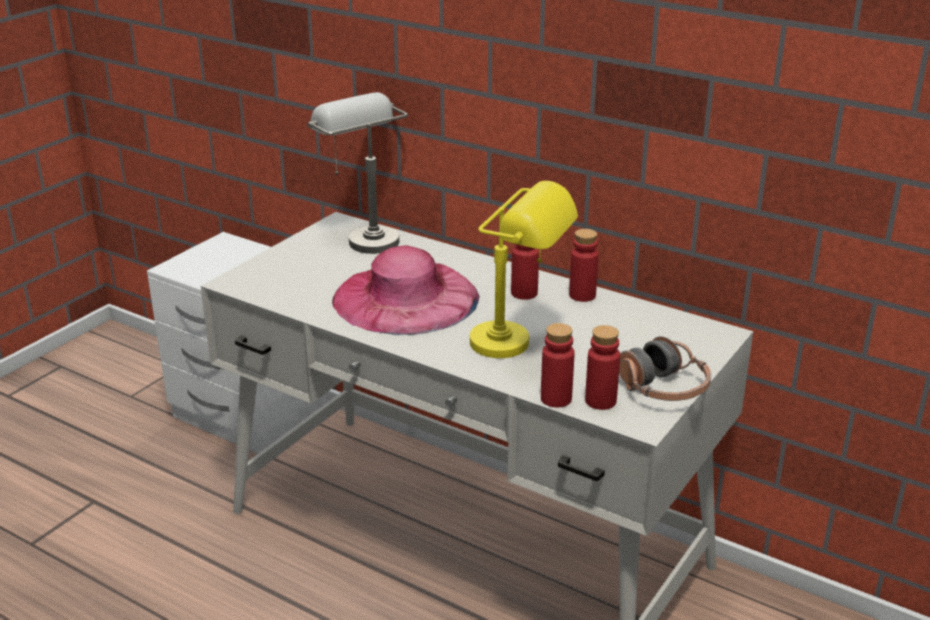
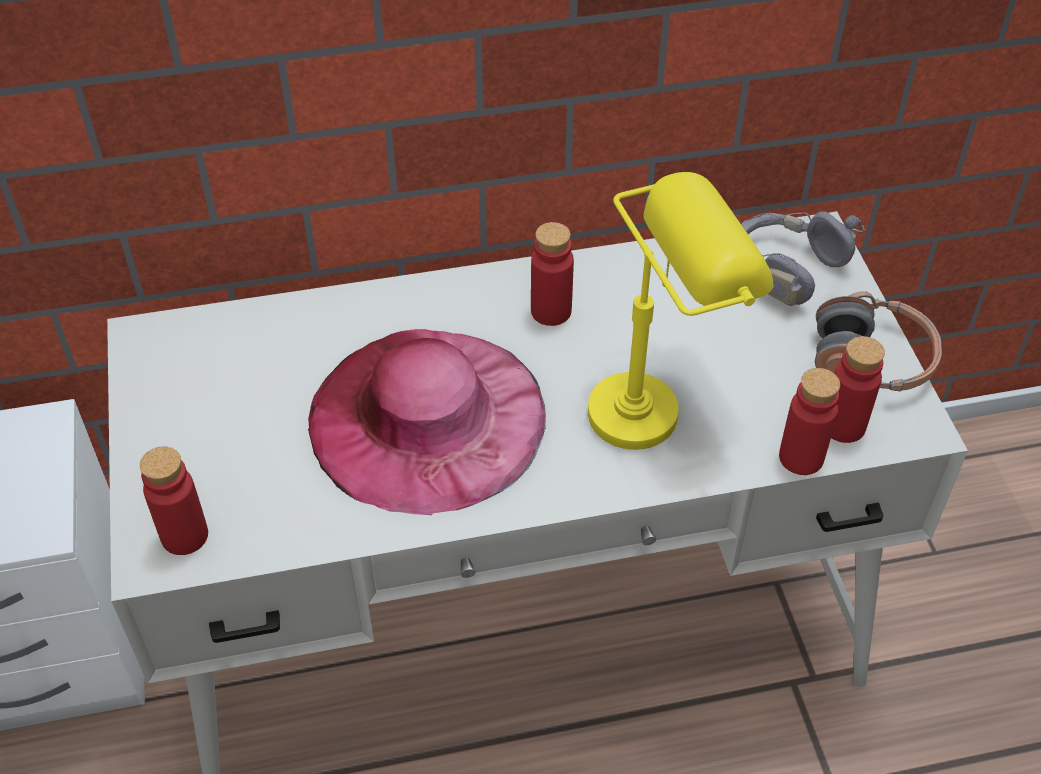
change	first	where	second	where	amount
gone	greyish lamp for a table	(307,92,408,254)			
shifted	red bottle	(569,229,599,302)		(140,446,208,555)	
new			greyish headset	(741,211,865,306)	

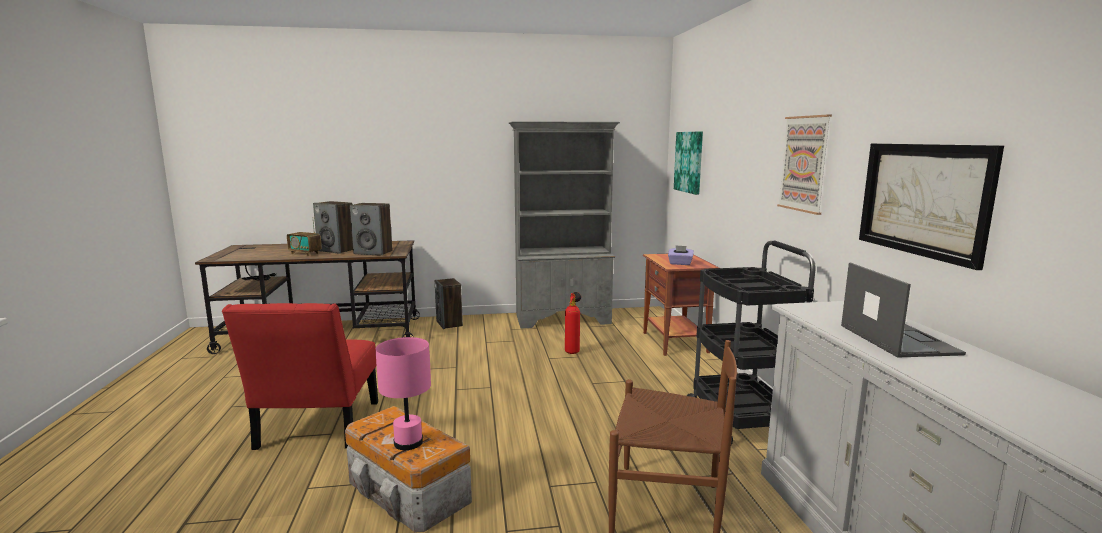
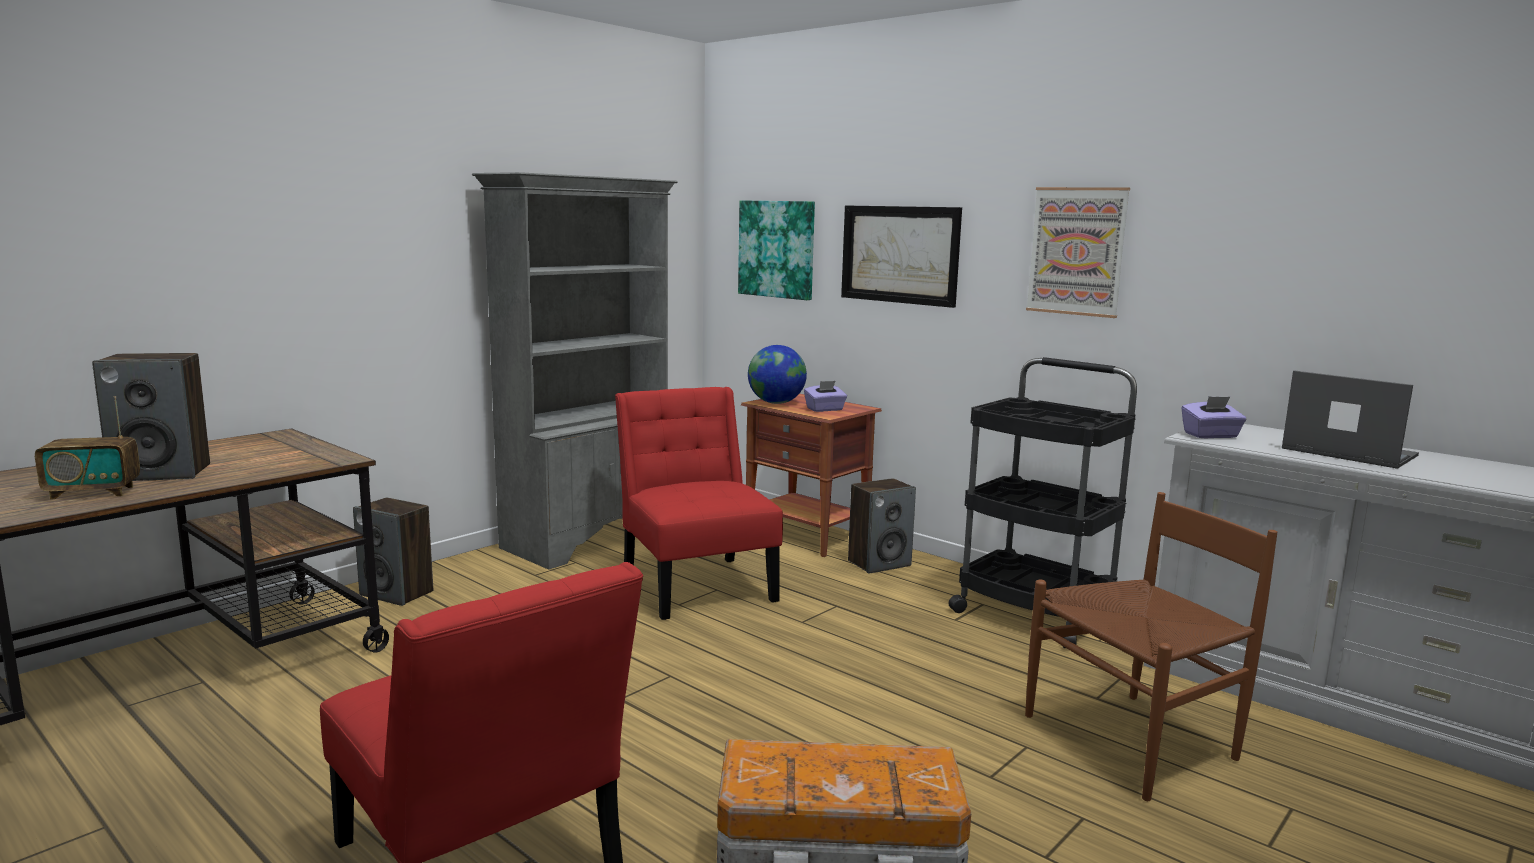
change	first	where	second	where	amount
shifted	audio speaker	(350,203,392,256)		(848,478,916,574)	
gone	pink lamp for a table	(376,337,431,450)			
swapped	fire extinguisher	(565,292,581,354)	red upright chair	(615,387,783,620)	
shifted	wall art	(859,144,1004,270)		(841,205,962,308)	
new			globe	(748,345,807,404)	
new			purple-coloured tissue box	(1182,396,1246,438)	

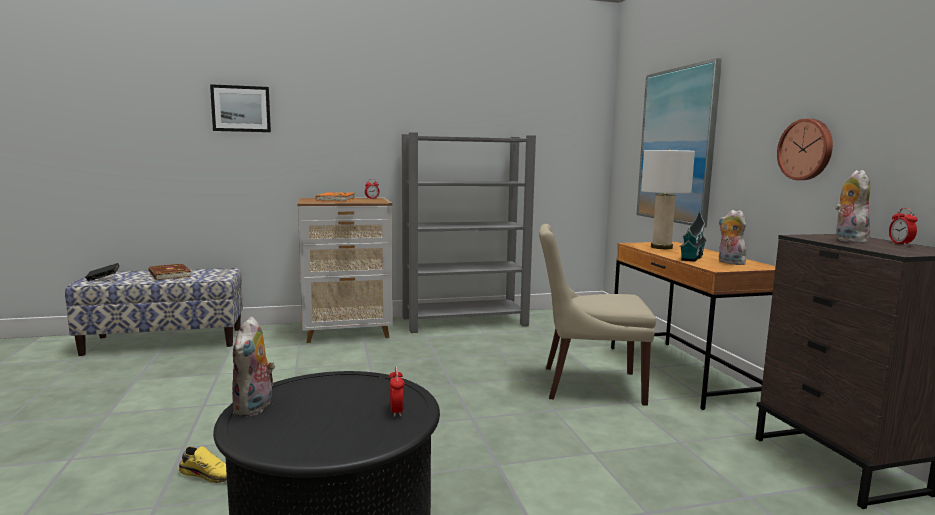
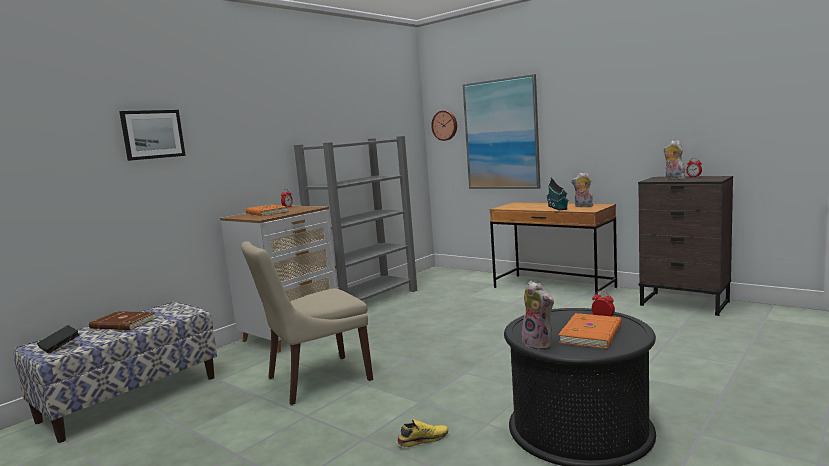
change	first	where	second	where	amount
shifted	beige-coloured upright chair	(539,224,656,406)		(241,241,373,405)	
gone	white lamp for a table	(641,149,695,249)			
shifted	hanging clock	(777,119,833,180)		(431,111,457,141)	
new			orange bound book	(558,313,622,349)	

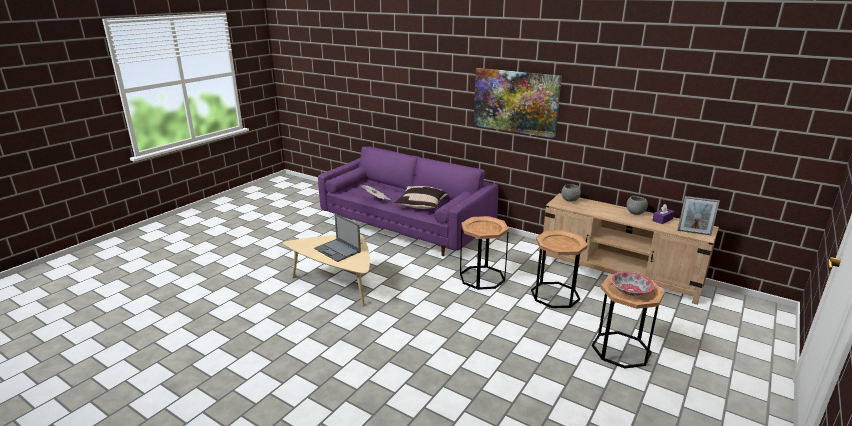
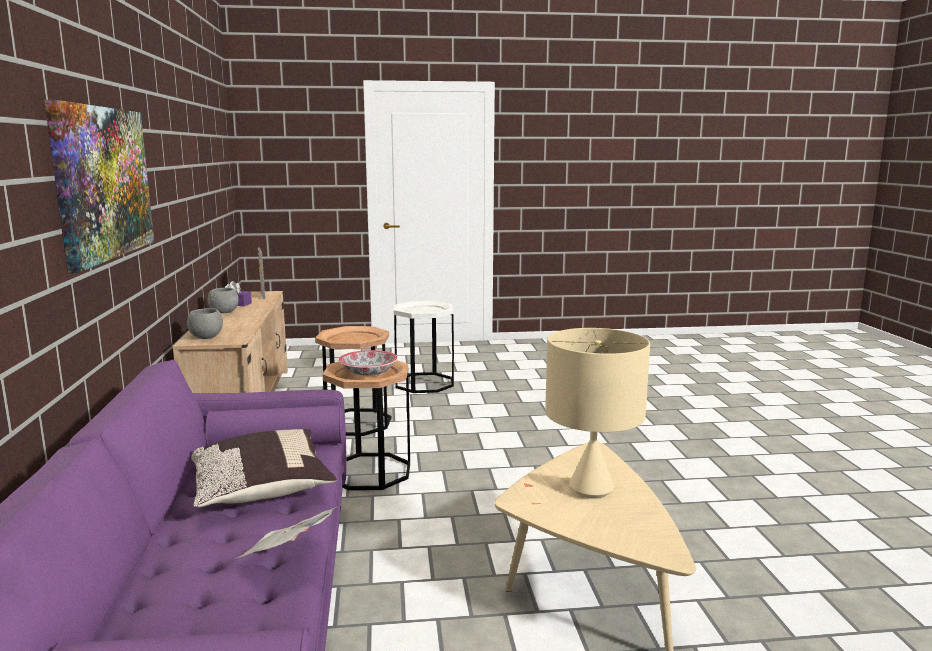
change	first	where	second	where	amount
swapped	notebook computer	(314,214,361,262)	beige-coloured lamp for a table	(545,328,650,499)	
repainted	brownish end table	(592,275,665,369)	white end table	(394,301,454,393)	
shifted	deep dish	(611,272,654,296)		(338,350,398,376)	

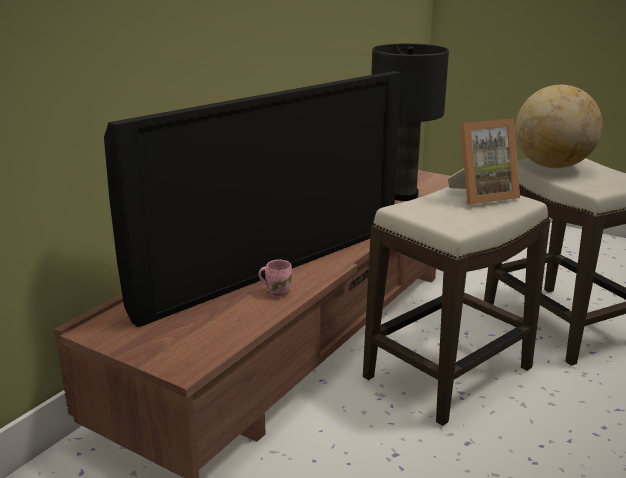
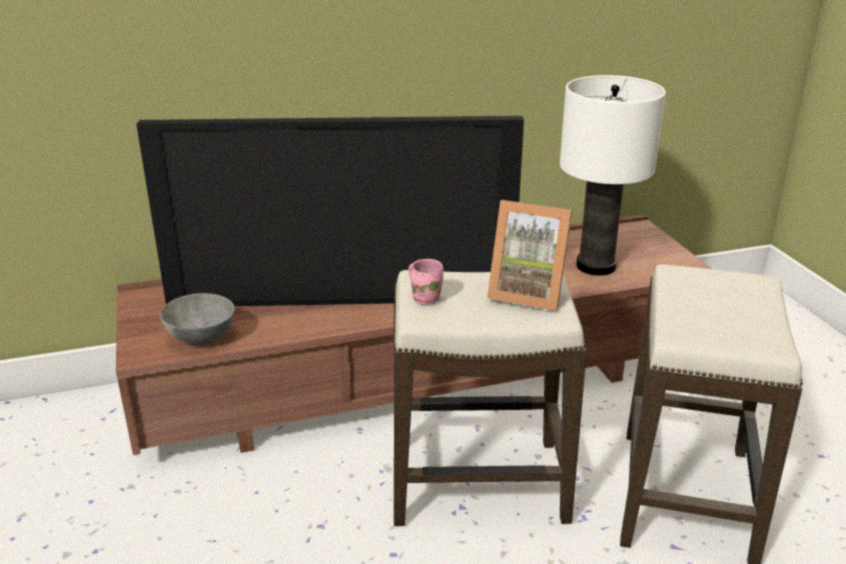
change	first	where	second	where	amount
shifted	pink tea mug	(259,260,292,298)		(408,259,444,305)	
repainted	blackish lamp for a table	(371,43,449,201)	white lamp for a table	(560,75,666,275)	
gone	globe	(515,85,603,168)			
new			greyish deep dish	(160,293,235,345)	

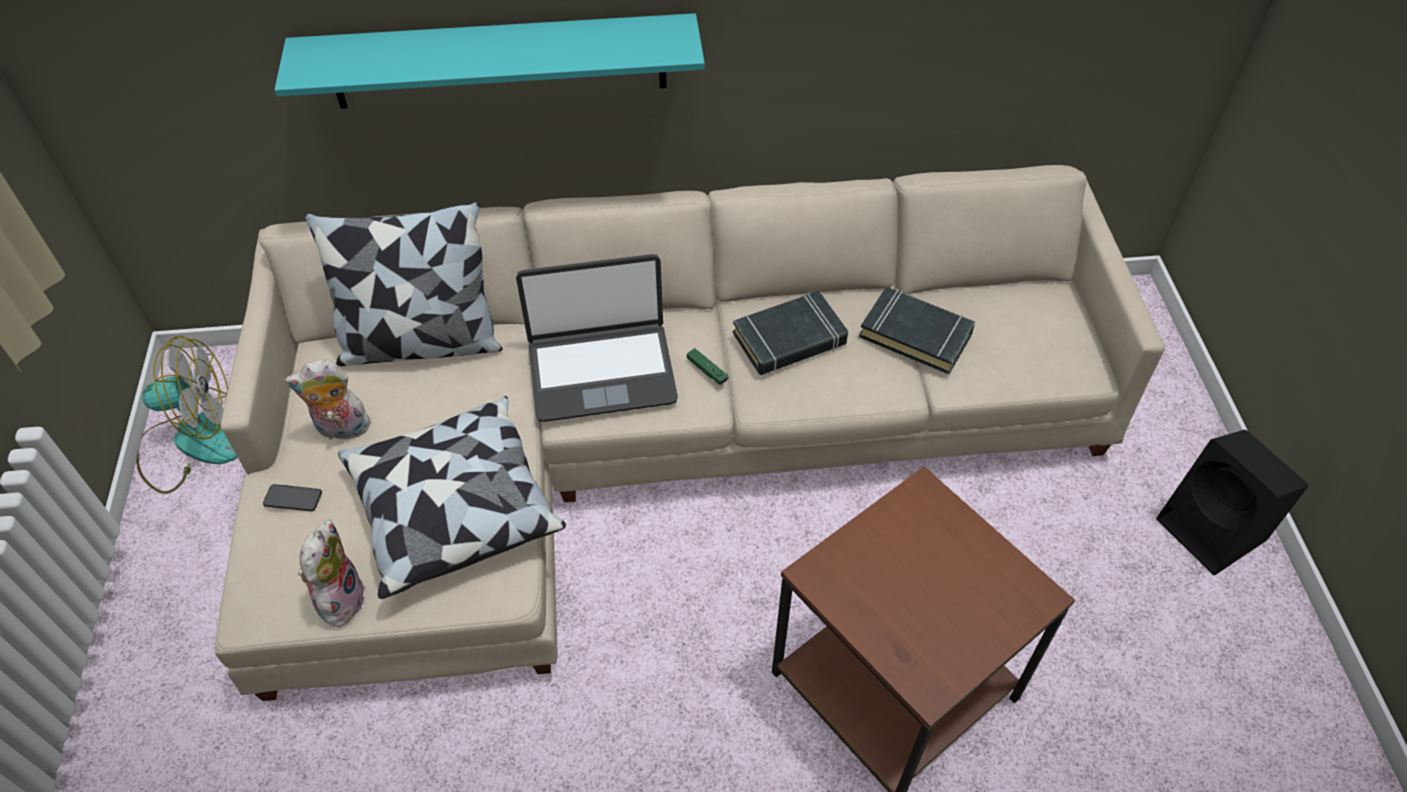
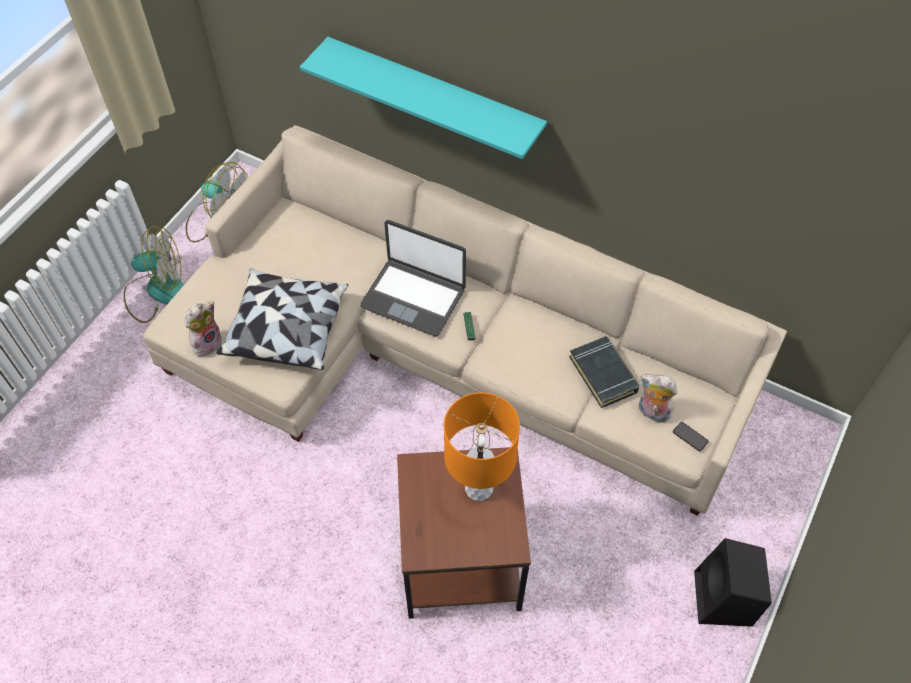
change	first	where	second	where	amount
shifted	handset	(263,484,322,511)		(673,422,708,451)	
shifted	plush toy	(284,360,373,443)		(639,374,678,423)	
gone	cushion	(304,202,503,366)			
gone	blackish bound book	(733,291,848,375)			
new			cooling fan	(124,226,184,323)	
new			orange lamp for a table	(444,392,520,501)	

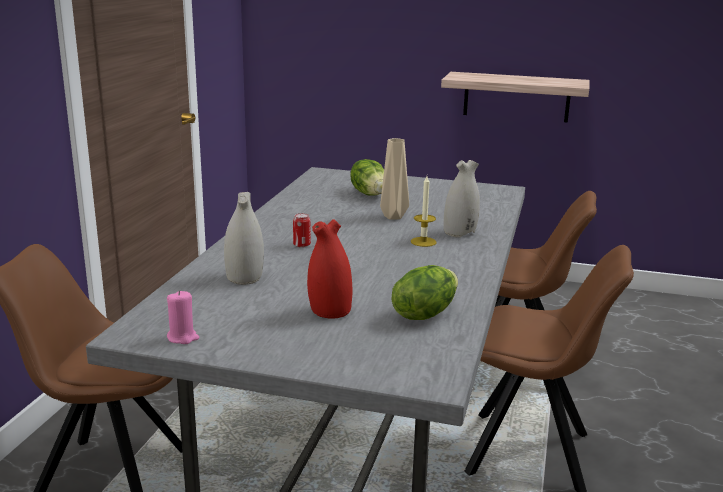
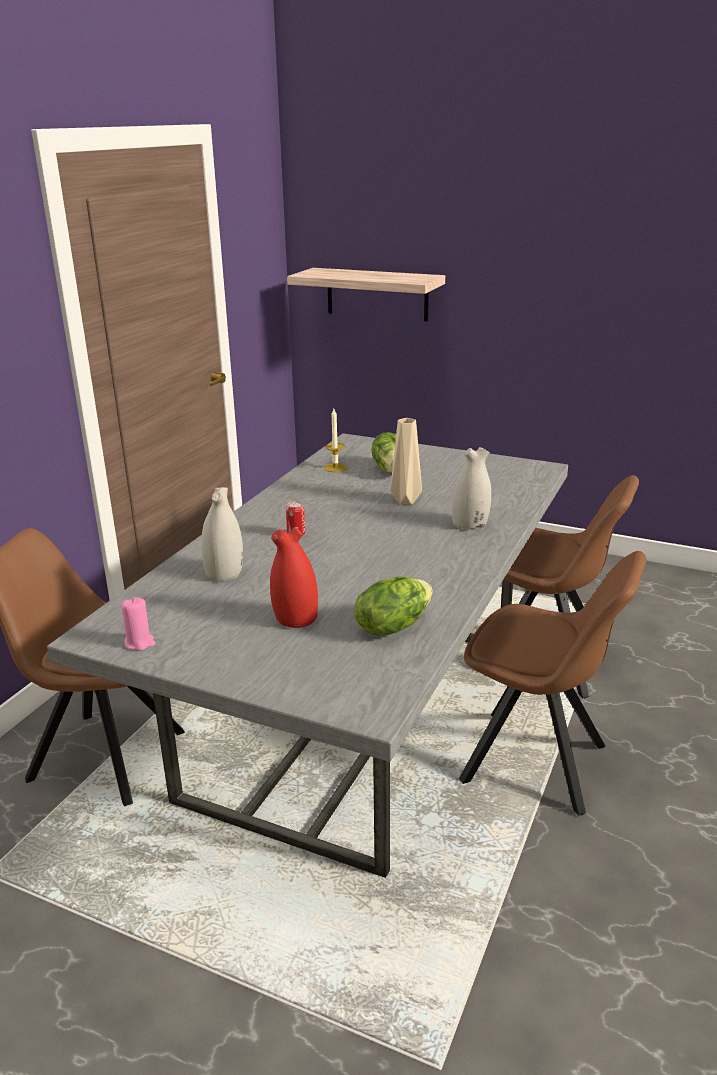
change	first	where	second	where	amount
shifted	wax light	(411,176,436,247)		(324,409,347,472)	
shifted	bracket shelf	(441,72,590,123)		(287,268,445,321)	

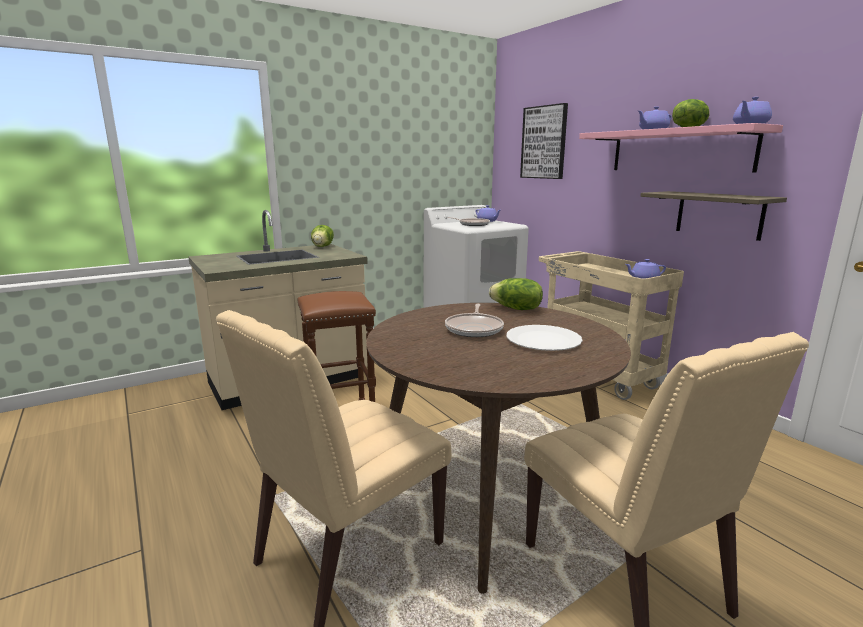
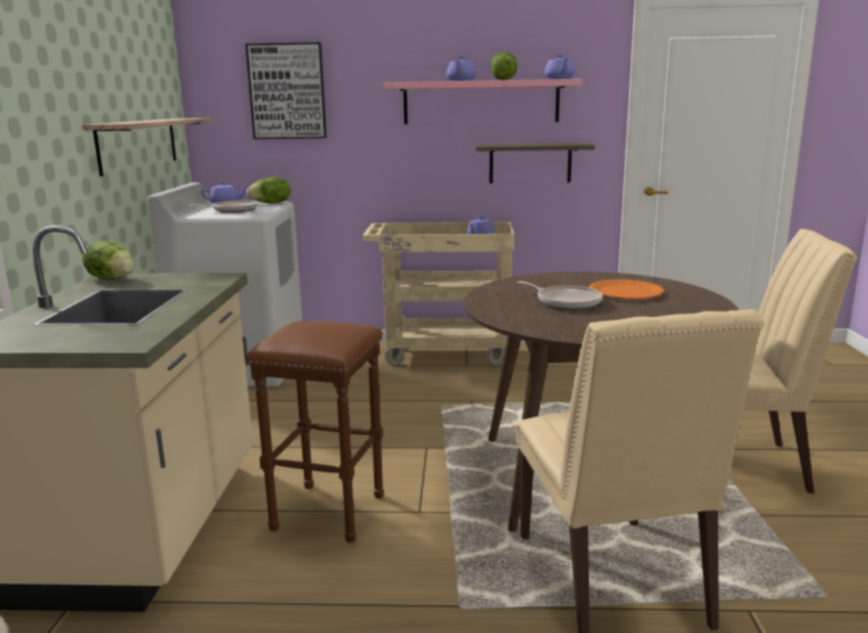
change	first	where	second	where	amount
shifted	lettuce	(489,278,543,310)		(246,177,291,203)	
repainted	white flat dish	(507,325,583,351)	orange flat dish	(589,279,664,299)	
new			bracket shelf	(82,118,212,177)	

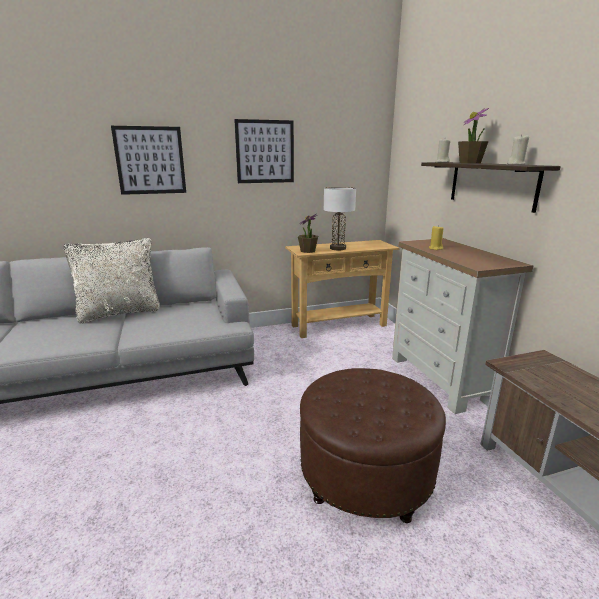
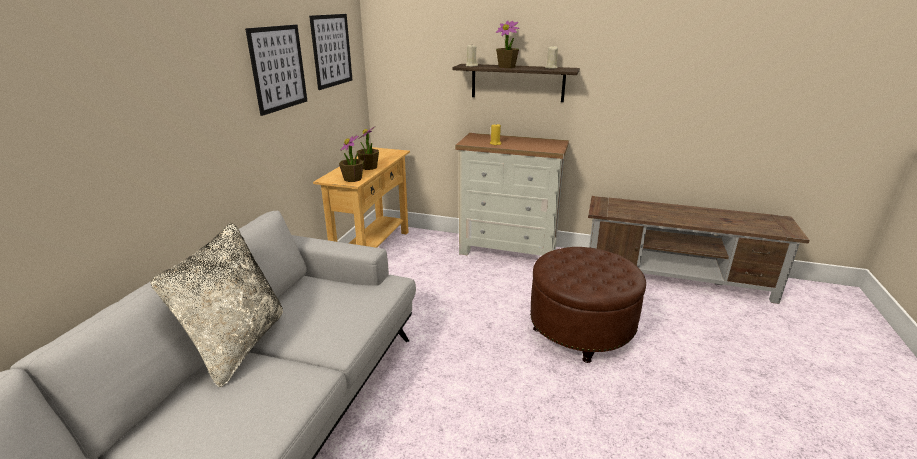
change	first	where	second	where	amount
shifted	wall art	(111,126,186,195)		(309,14,352,90)	
swapped	lamp for a table	(324,187,356,250)	houseplant	(357,127,379,170)	

